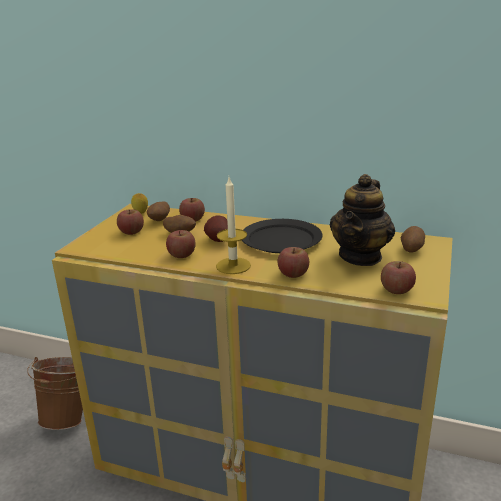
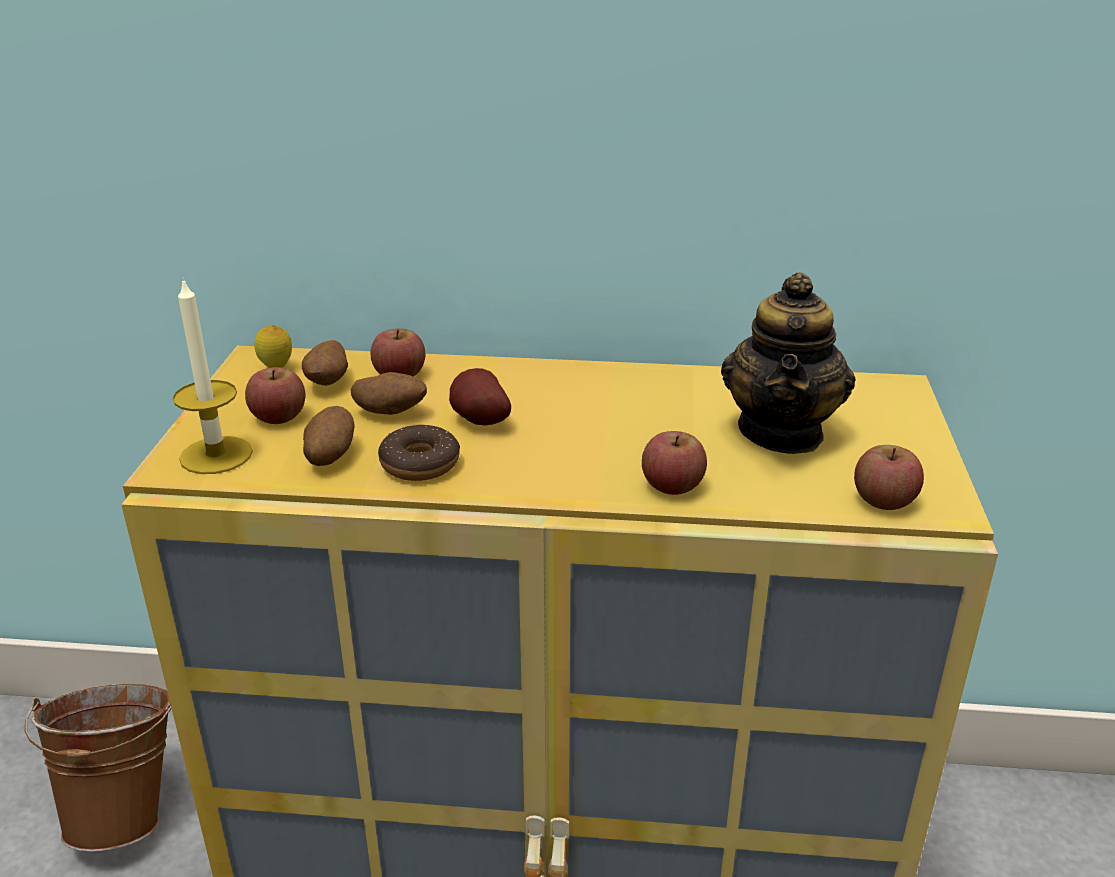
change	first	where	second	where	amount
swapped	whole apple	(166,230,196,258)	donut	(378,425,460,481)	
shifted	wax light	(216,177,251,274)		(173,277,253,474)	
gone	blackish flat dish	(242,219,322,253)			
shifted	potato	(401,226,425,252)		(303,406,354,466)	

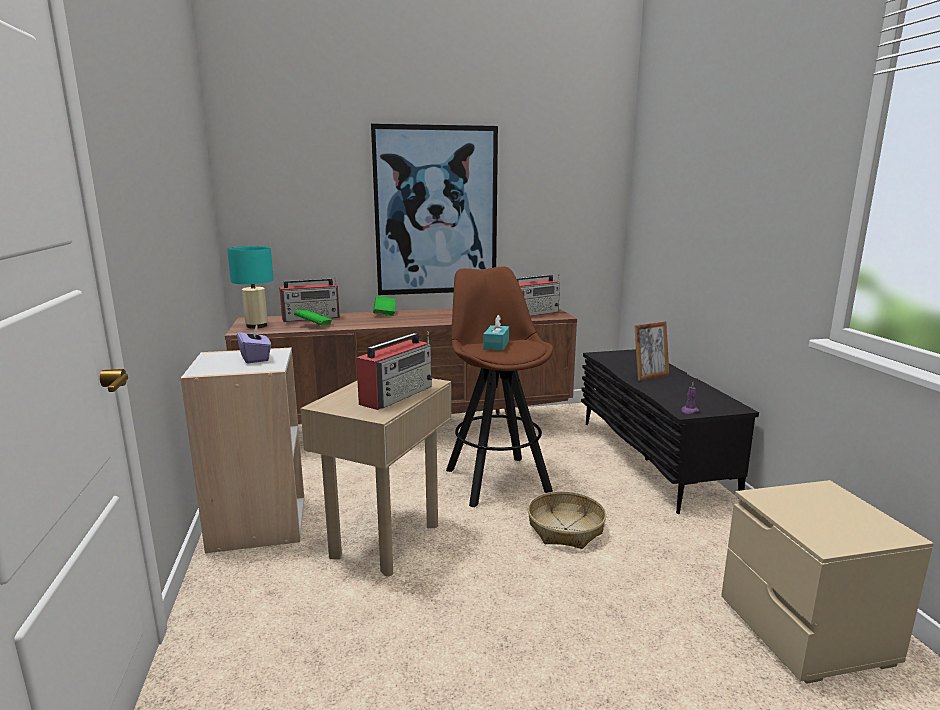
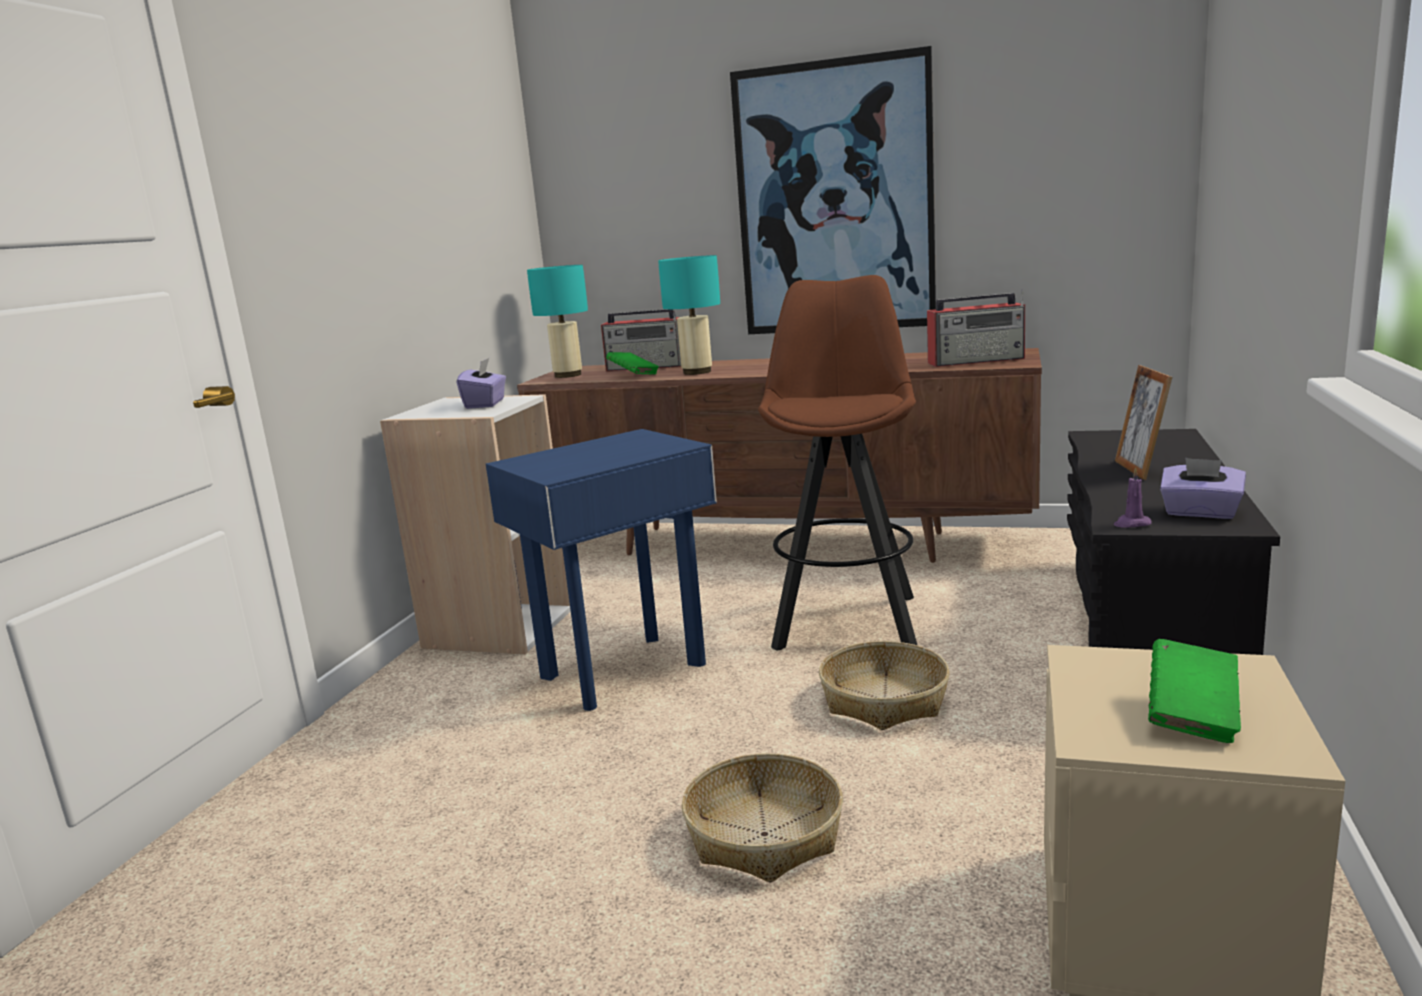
change	first	where	second	where	amount
repainted	beige-coloured end table	(301,378,451,576)	blue-coloured end table	(486,429,717,711)	
gone	radio	(356,331,433,410)			
shifted	greenish bound book	(373,296,396,316)		(1148,639,1241,743)	
gone	turquoise tissue box	(483,315,509,351)			
rotated	picture frame	(634,321,669,381)		(1115,365,1172,480)	90 degrees clockwise
new			turquoise lamp for a table	(658,255,720,375)	
new			household basket	(682,753,843,883)	
new			purple-coloured tissue box	(1160,458,1246,519)	

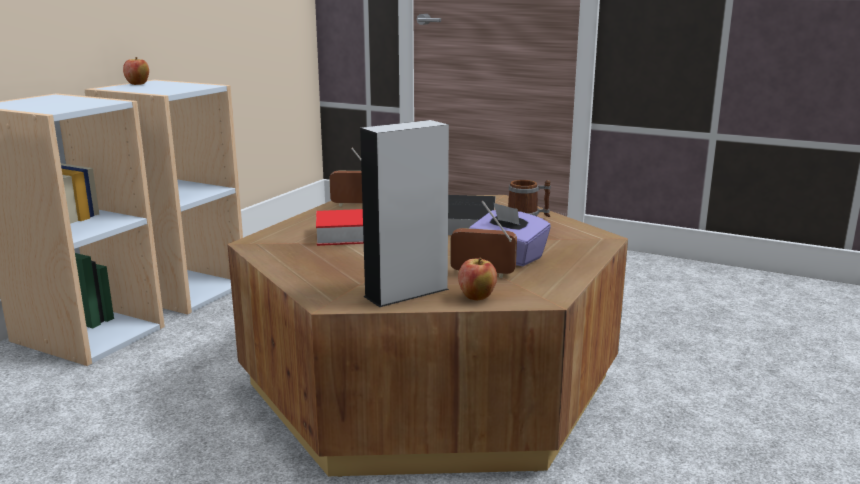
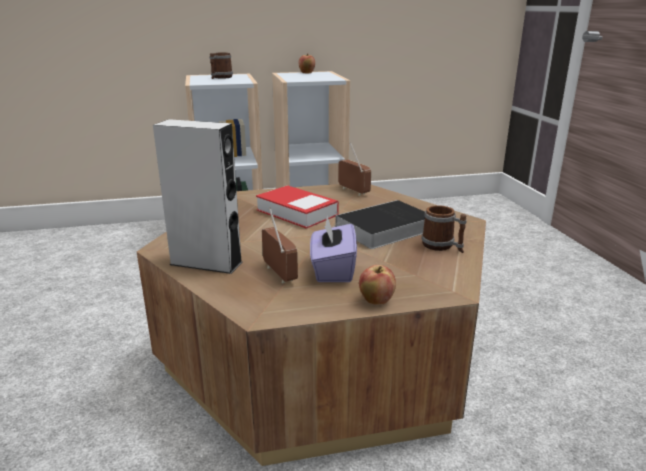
change	first	where	second	where	amount
shifted	whole apple	(458,258,497,301)		(359,265,396,305)	
new			tea mug	(210,52,233,79)	

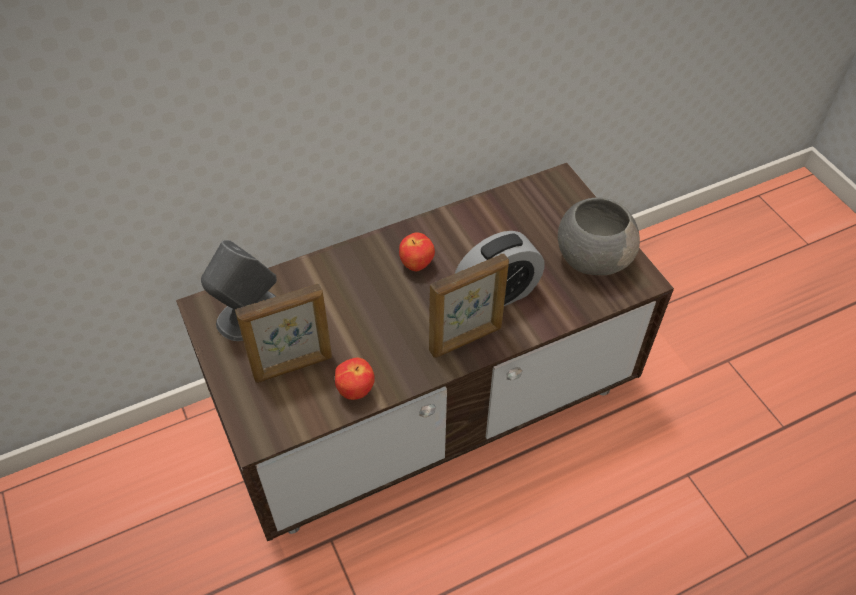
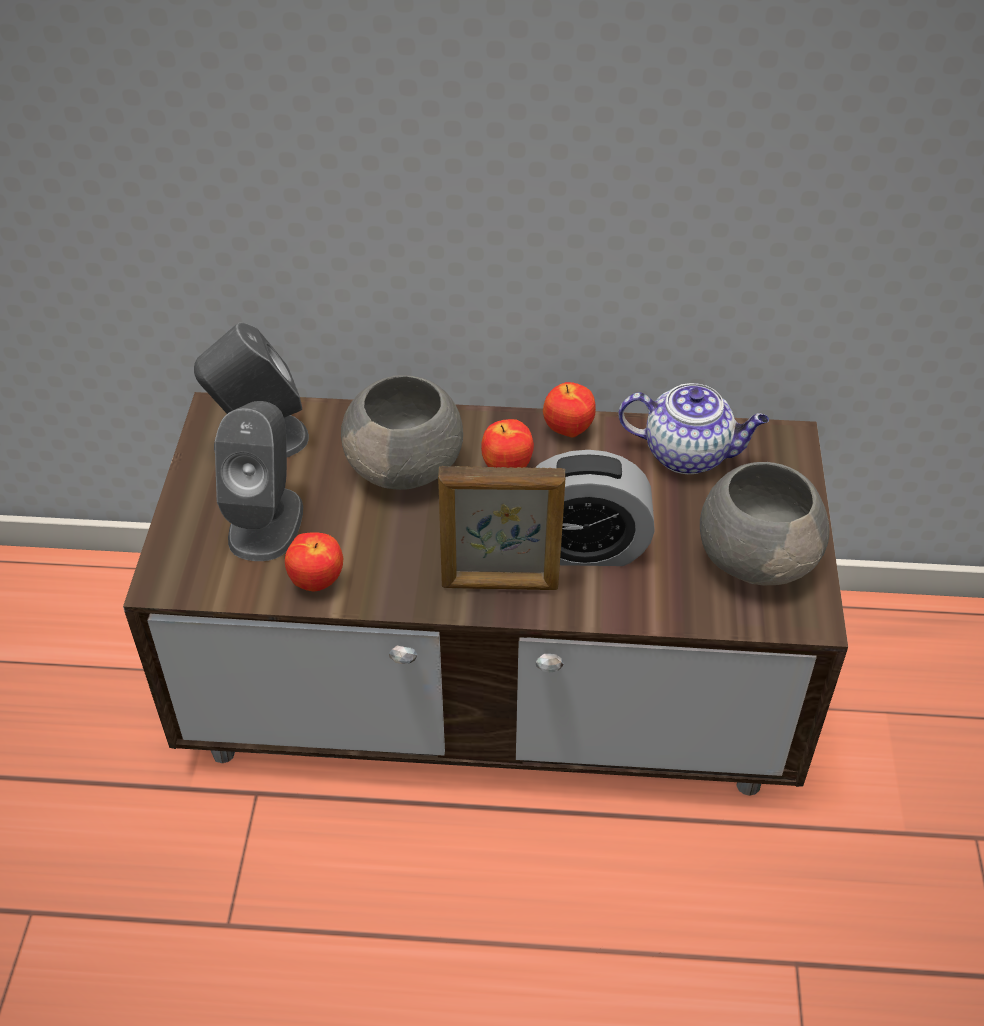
change	first	where	second	where	amount
swapped	picture frame	(235,284,332,383)	greyish audio speaker	(215,401,303,561)	
new			greyish deep dish	(341,375,463,490)	
new			whole apple	(543,382,596,438)	
new			tea pot	(618,383,769,474)	

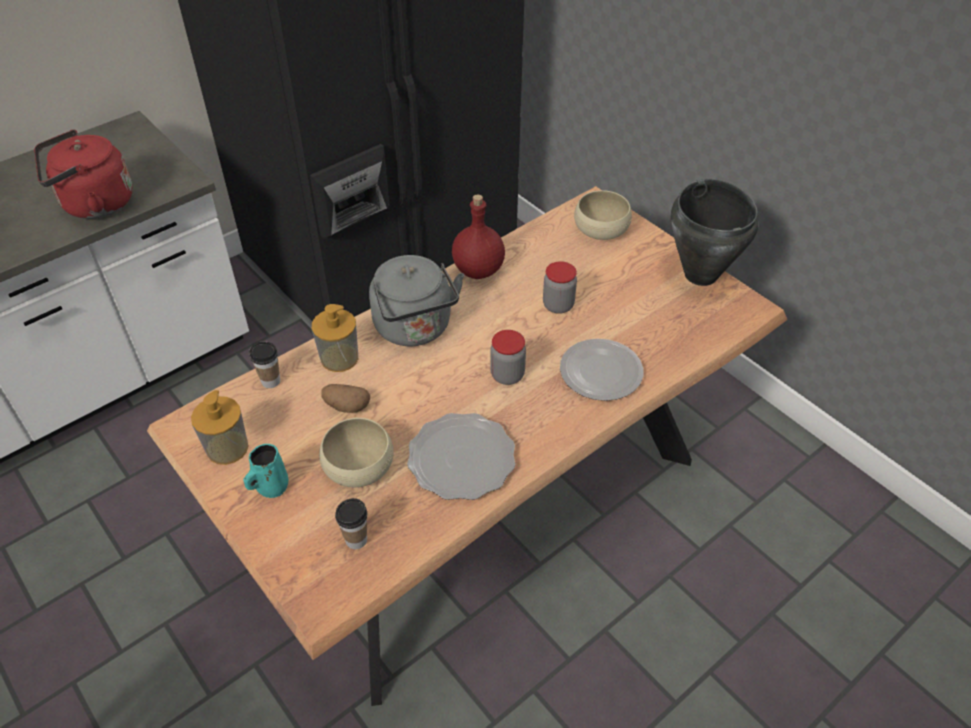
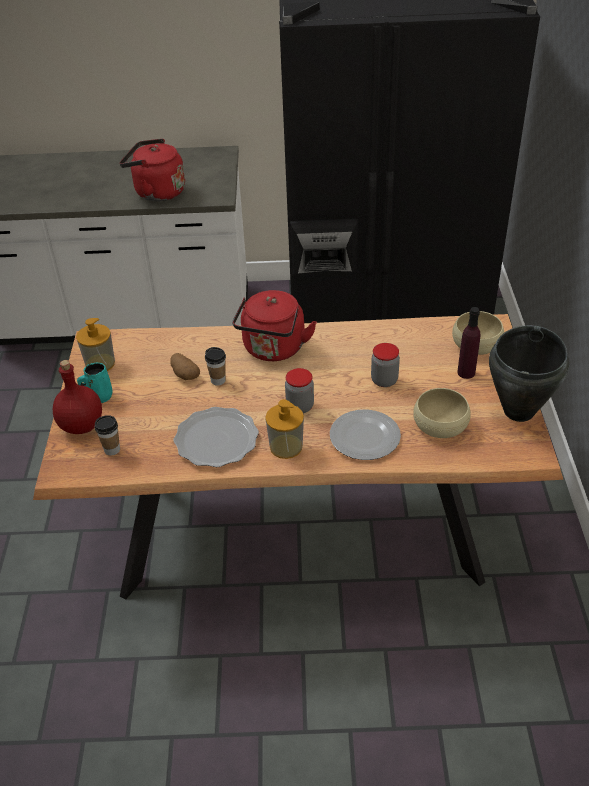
change	first	where	second	where	amount
shifted	small cup	(249,341,280,388)		(205,347,226,386)	
shifted	liquid soap bottle	(312,304,358,372)		(265,399,304,459)	
shifted	beige-coloured deep dish	(319,418,394,488)		(413,388,471,438)	
repainted	greyish tea kettle	(369,255,464,346)	red tea kettle	(232,290,317,361)	
shifted	red bottle	(452,194,505,279)		(53,360,102,434)	
new			purple-coloured bottle	(457,307,480,379)	

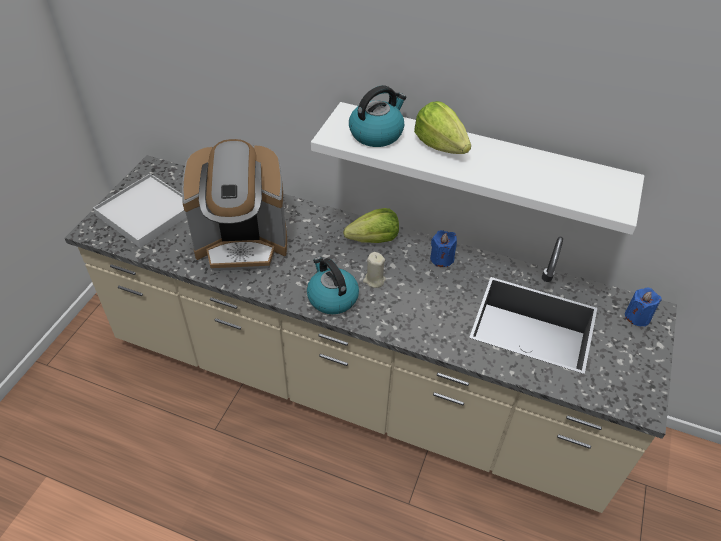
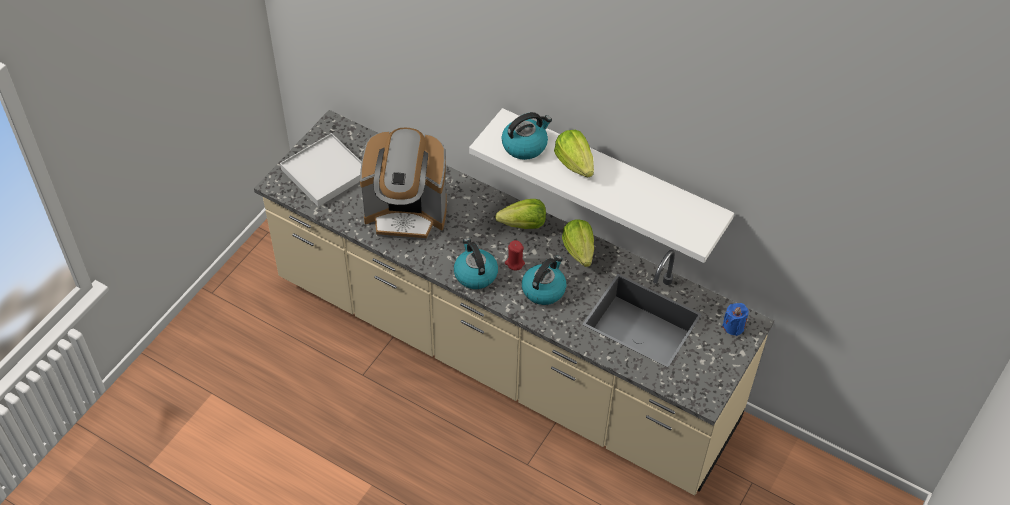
change	first	where	second	where	amount
repainted	beige-coloured wax light	(363,252,386,288)	red wax light	(505,240,525,271)	
swapped	blue-coloured wax light	(430,230,457,267)	lettuce	(562,219,594,267)	
new			tea kettle	(522,255,567,305)	

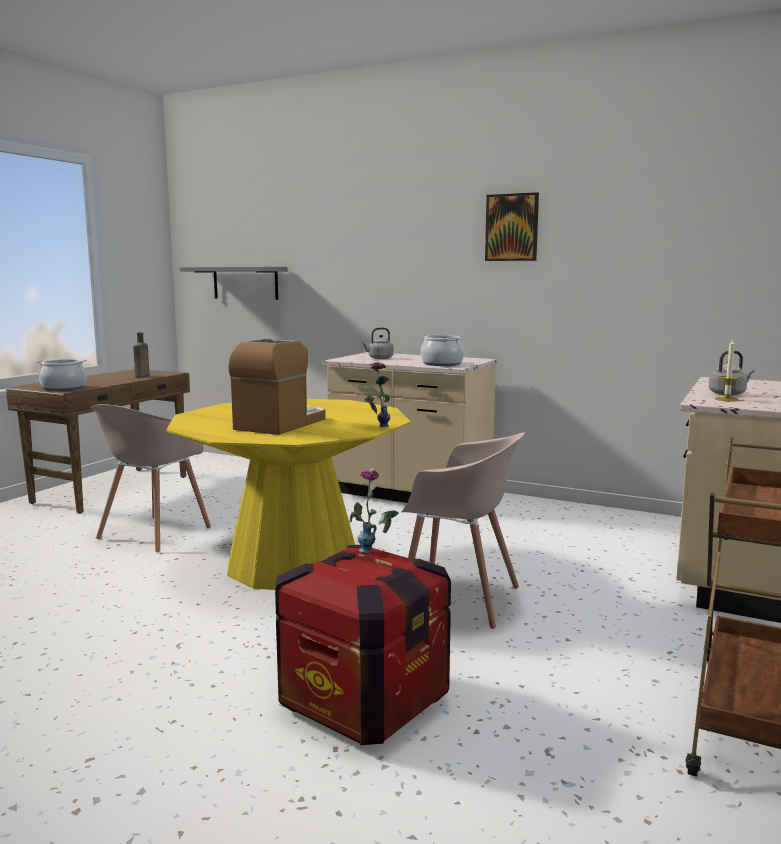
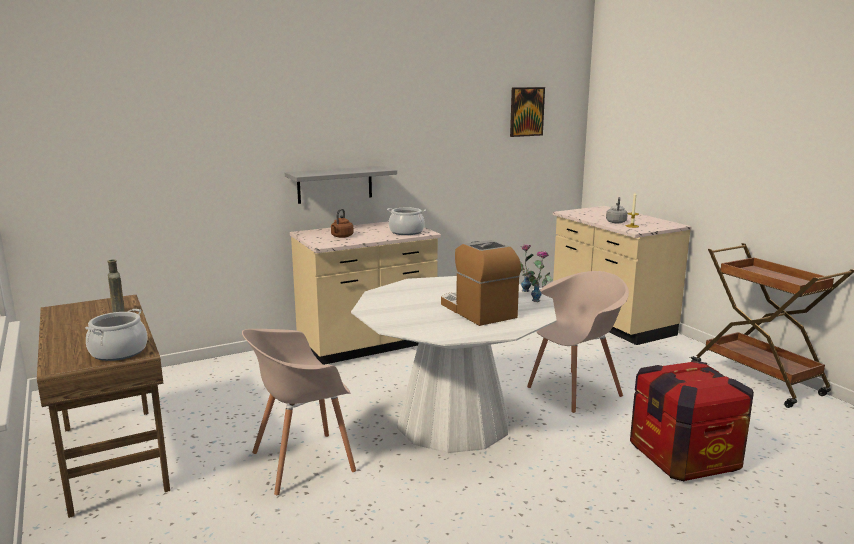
change	first	where	second	where	amount
rotated	beige-coloured upright chair	(91,404,211,552)		(242,329,356,495)	90 degrees clockwise
repainted	yellow dinner table	(166,399,411,590)	white dinner table	(351,276,557,453)	
shifted	greyish bracket shelf	(180,267,287,300)		(285,166,397,204)	
shifted	decorative vase	(349,468,399,553)		(531,251,553,302)	
repainted	greyish tea kettle	(361,327,394,359)	brownish tea kettle	(331,209,354,238)	
shifted	wall art	(485,192,539,261)		(510,87,545,137)	

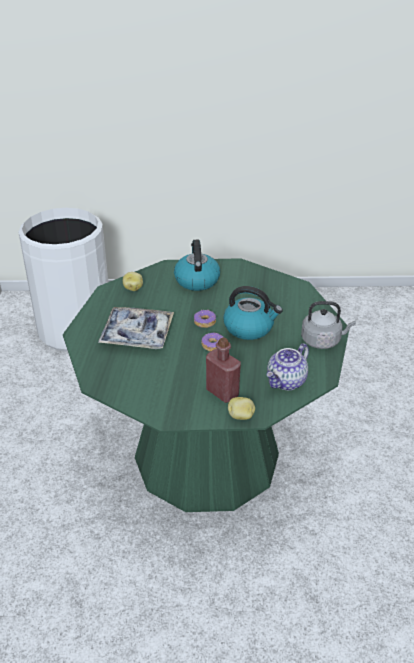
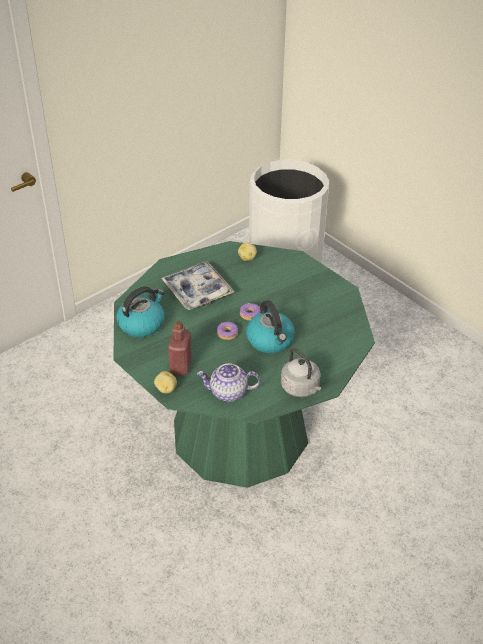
change	first	where	second	where	amount
shifted	tea kettle	(174,240,220,291)		(117,286,165,337)	

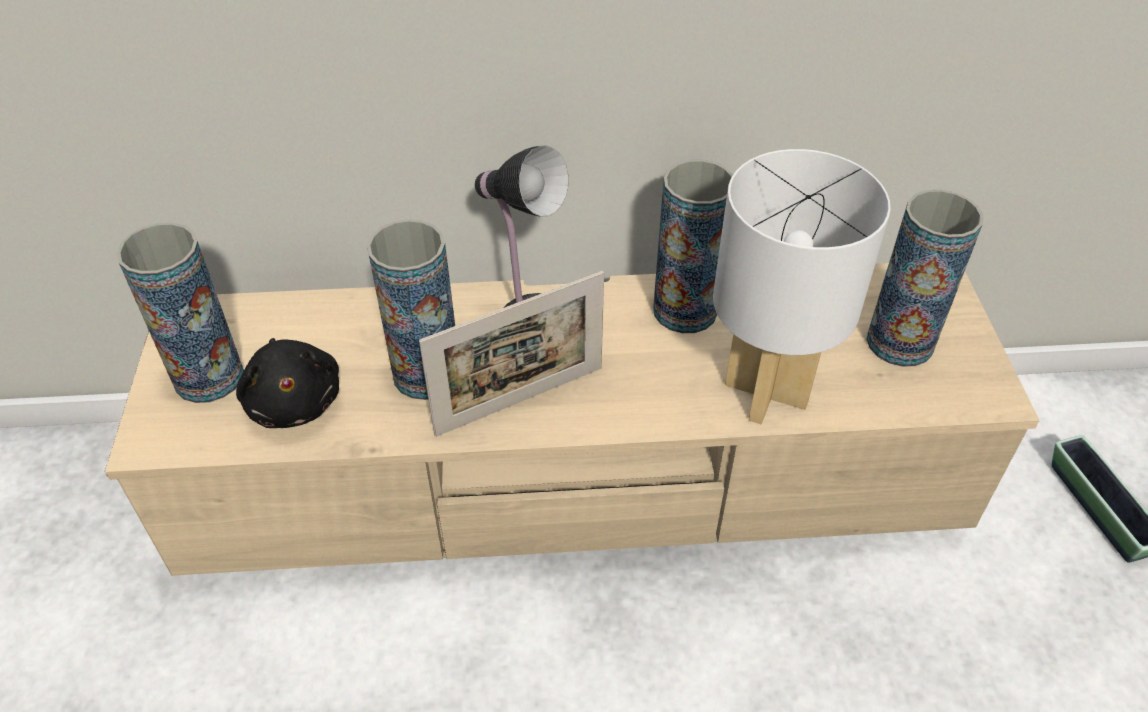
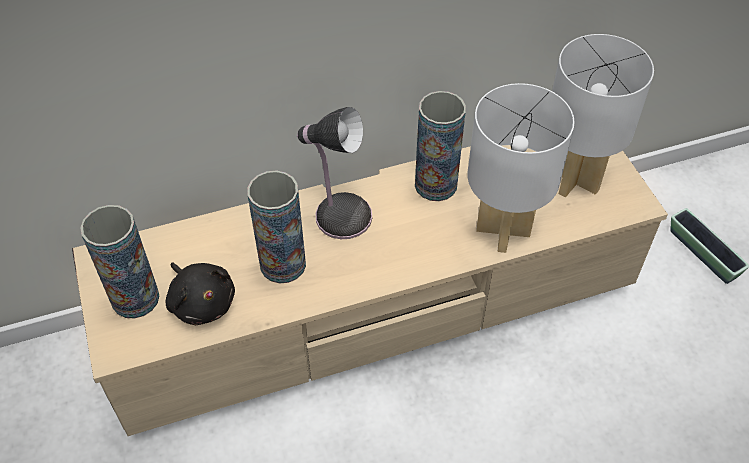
change	first	where	second	where	amount
gone	picture frame	(419,271,604,437)			
swapped	decorative vase	(866,190,983,367)	white lamp for a table	(552,34,654,197)	

